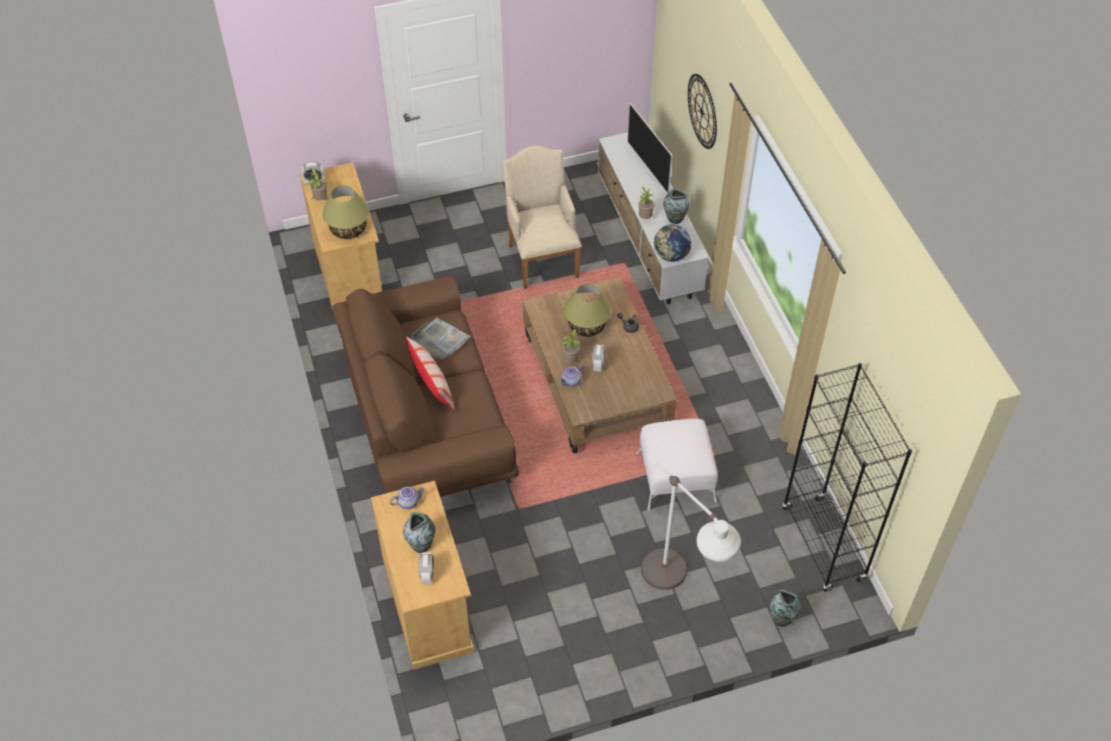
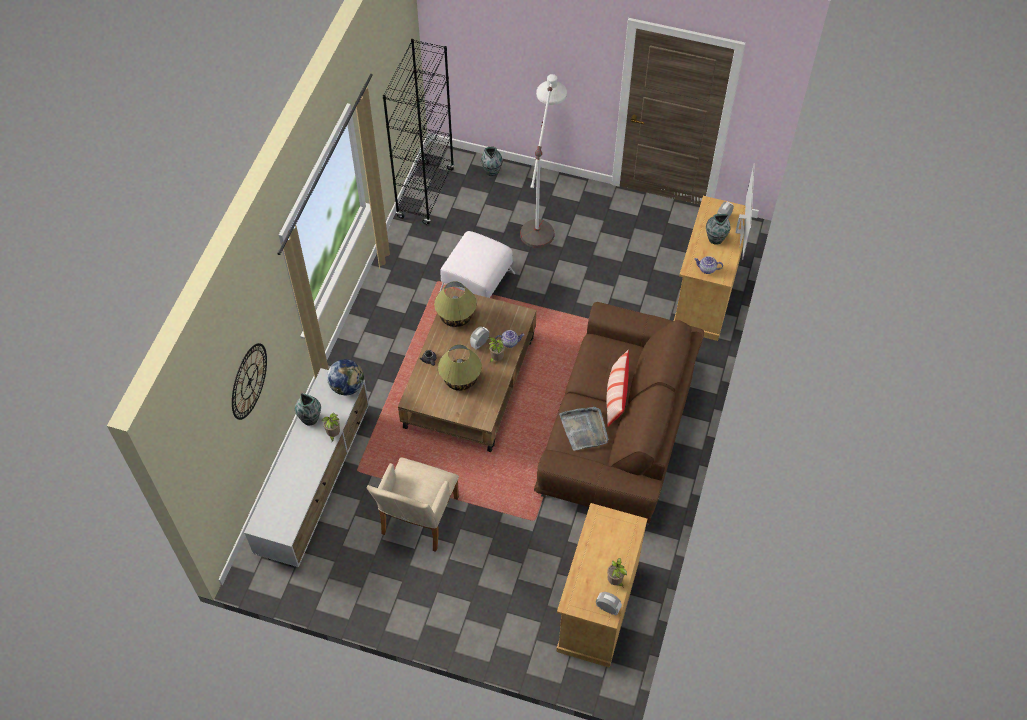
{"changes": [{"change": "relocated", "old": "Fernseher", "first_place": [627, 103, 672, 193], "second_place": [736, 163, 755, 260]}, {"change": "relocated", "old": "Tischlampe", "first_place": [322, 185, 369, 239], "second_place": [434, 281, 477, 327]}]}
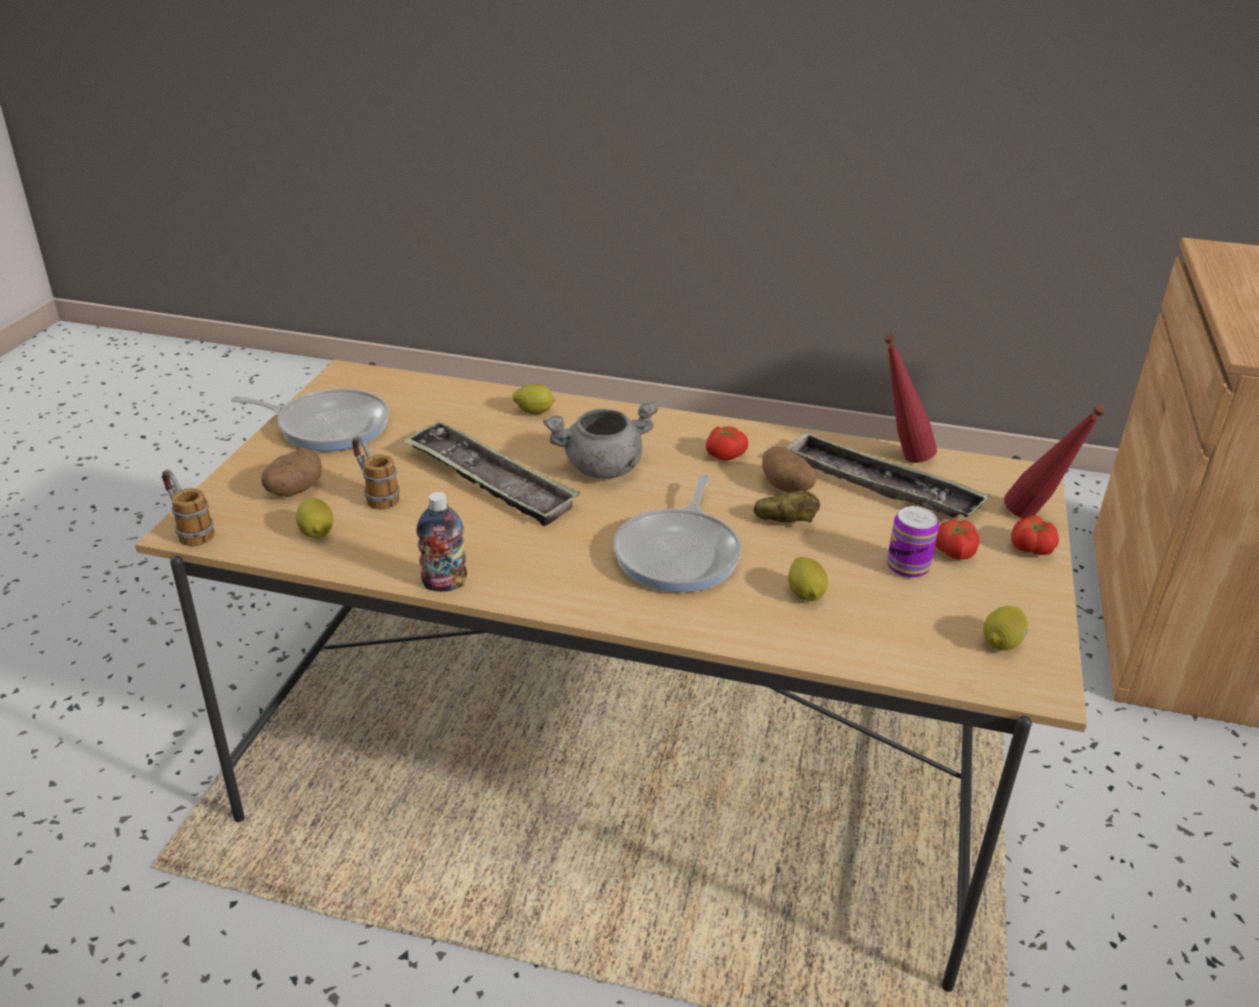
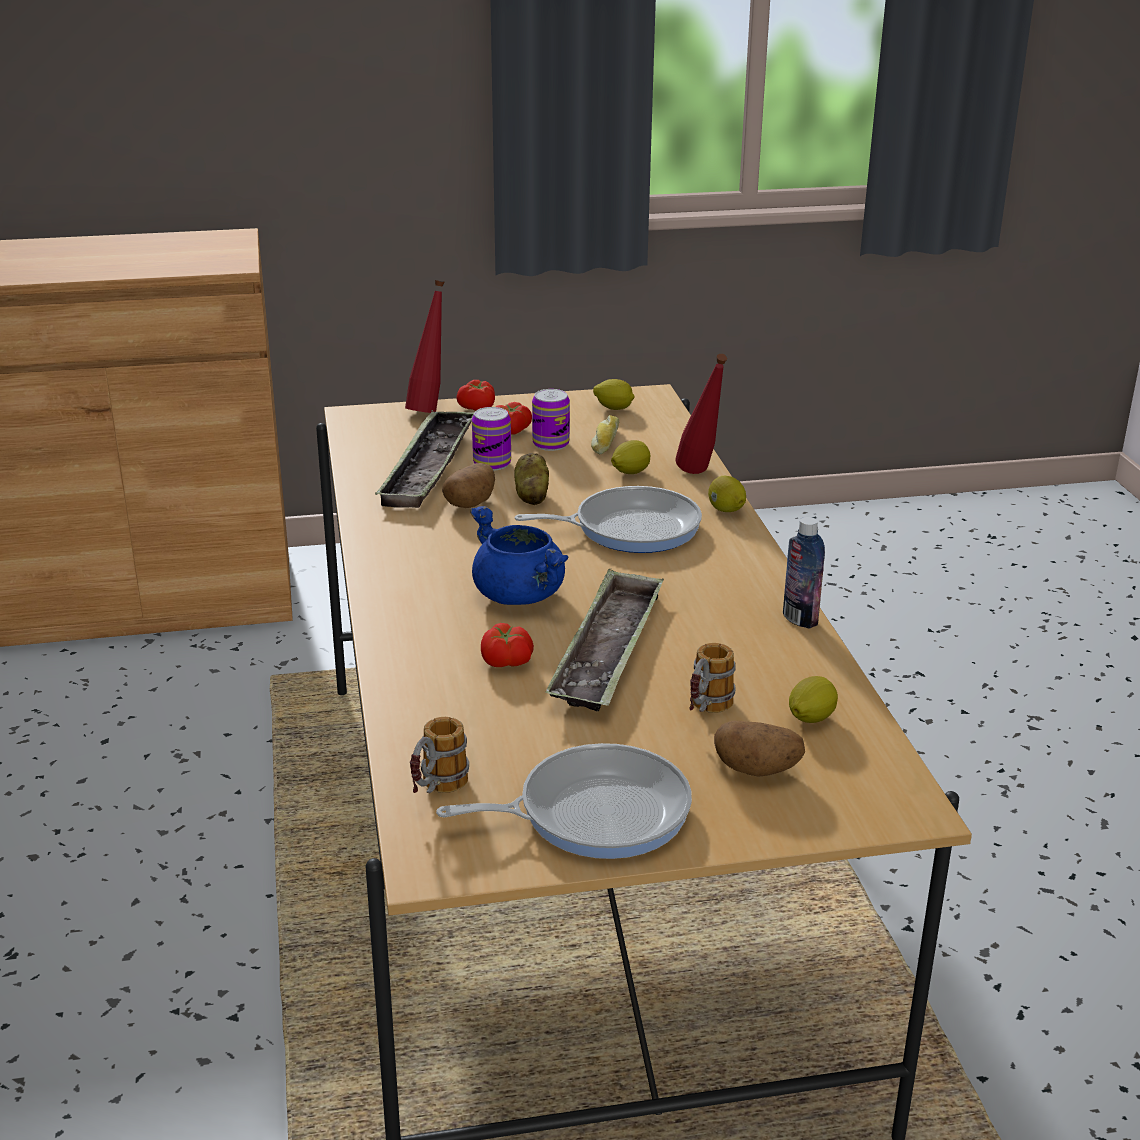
{"changes": [{"change": "relocated", "old": "Flasche (rot)", "first_place": [884, 334, 937, 463], "second_place": [675, 354, 727, 474]}, {"change": "relocated", "old": "Zitrone", "first_place": [513, 383, 555, 414], "second_place": [708, 476, 746, 512]}, {"change": "spun", "old": "Pfanne", "first_place": [230, 389, 389, 451], "second_place": [436, 743, 692, 859], "degrees": 90}, {"change": "colour", "old": "Kochtopf (grau)", "new": "Kochtopf (blau)", "first_place": [543, 402, 658, 479], "second_place": [470, 506, 569, 605]}, {"change": "relocated", "old": "Tomate", "first_place": [706, 426, 748, 460], "second_place": [481, 623, 534, 667]}, {"change": "relocated", "old": "Henkelbecher", "first_place": [162, 469, 214, 546], "second_place": [410, 717, 469, 793]}, {"change": "appeared", "new": "Dose", "second_place": [472, 407, 511, 471]}, {"change": "appeared", "new": "Brot", "second_place": [591, 415, 620, 454]}]}
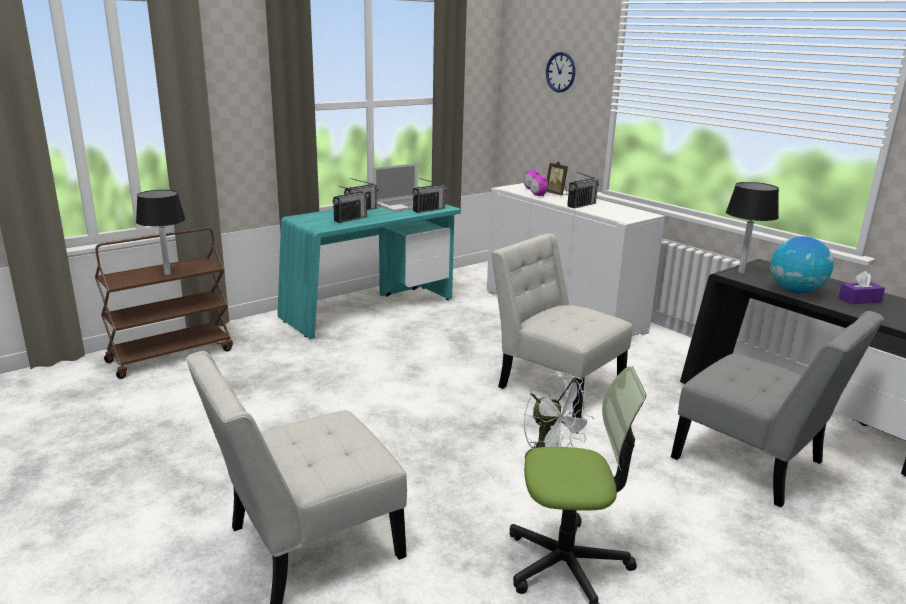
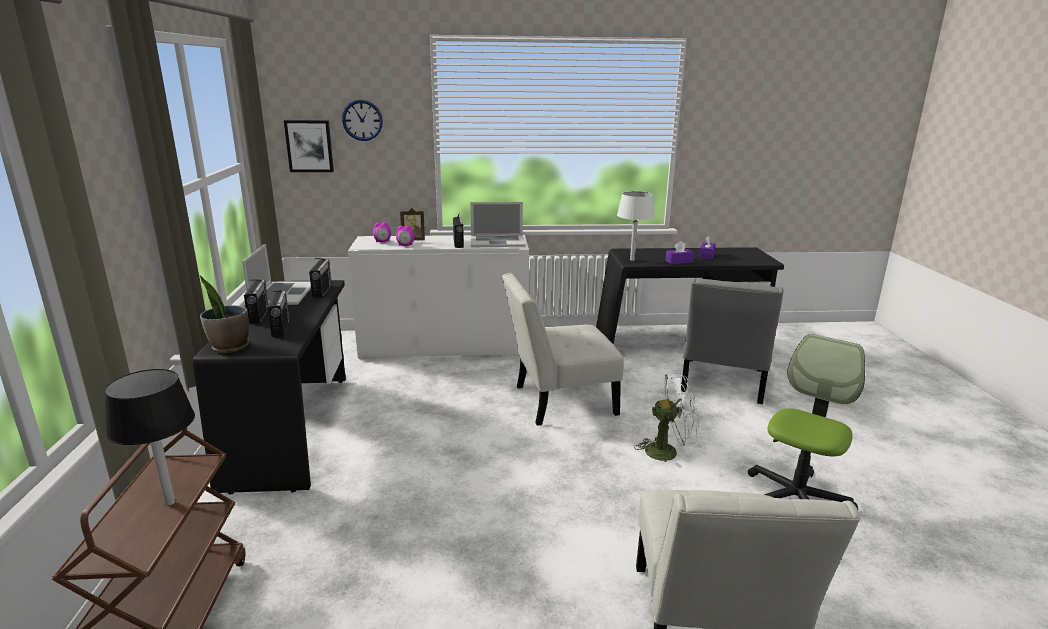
{"changes": [{"change": "colour", "old": "Tischlampe (schwarz)", "new": "Tischlampe (weiß)", "first_place": [726, 182, 779, 273], "second_place": [617, 191, 655, 261]}, {"change": "colour", "old": "Schreibtisch (türkis)", "new": "Schreibtisch (schwarz)", "first_place": [277, 204, 461, 339], "second_place": [193, 280, 346, 495]}, {"change": "exchanged", "old": "Globus", "new": "Taschentuchbox (lila)", "first_place": [770, 236, 834, 293], "second_place": [665, 241, 694, 264]}, {"change": "spun", "old": "Stuhl (grau)", "first_place": [671, 311, 884, 507], "second_place": [681, 278, 784, 404], "degrees": 120}, {"change": "appeared", "new": "Bild", "second_place": [284, 120, 334, 172]}, {"change": "appeared", "new": "Laptop", "second_place": [470, 202, 525, 247]}, {"change": "appeared", "new": "Topfpflanze", "second_place": [200, 275, 249, 353]}]}
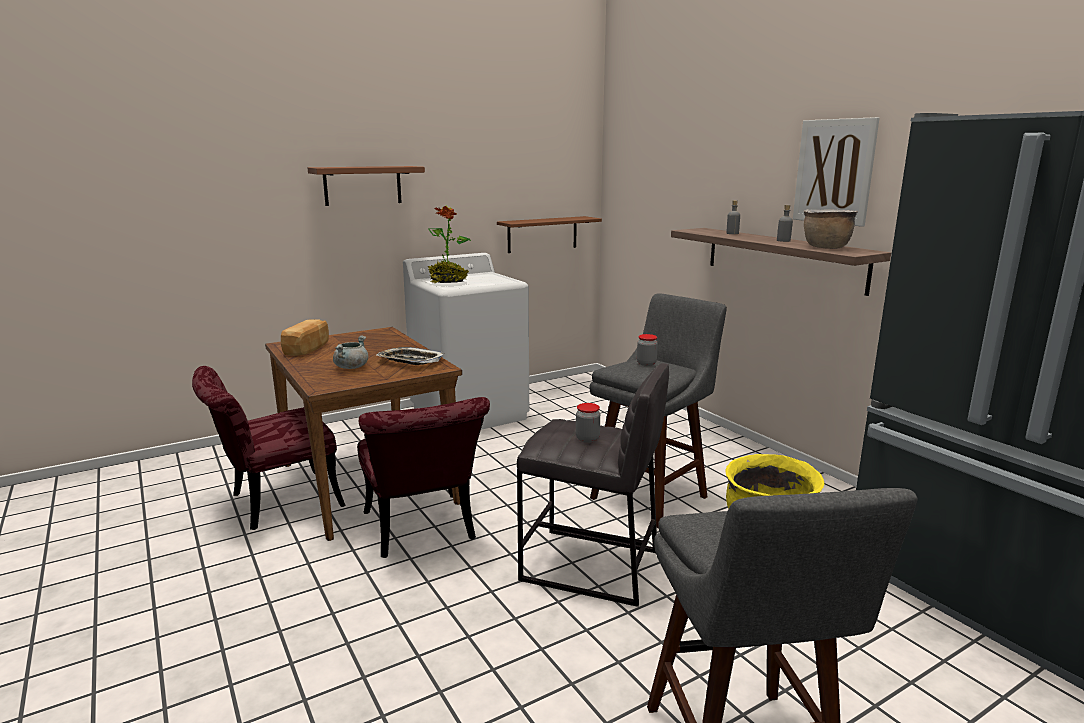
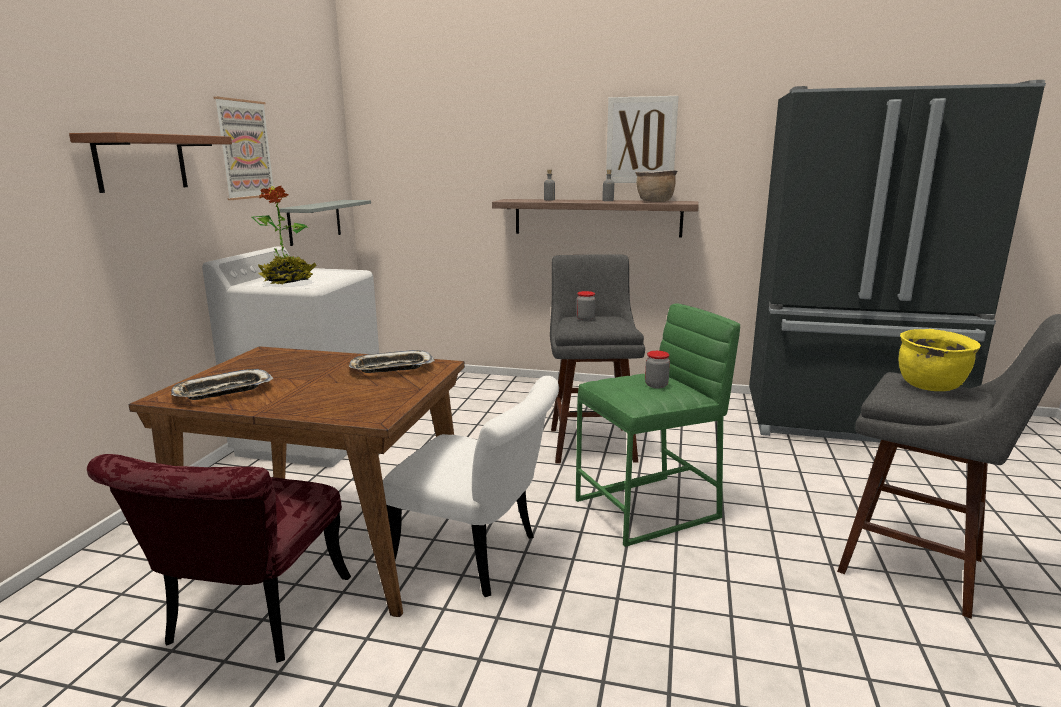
{"changes": [{"change": "colour", "old": "Wandregal (braun)", "new": "Wandregal (grau)", "first_place": [497, 216, 602, 253], "second_place": [279, 200, 371, 246]}, {"change": "exchanged", "old": "Brot", "new": "Tablett", "first_place": [281, 319, 329, 356], "second_place": [171, 369, 274, 400]}, {"change": "missing", "old": "Kochtopf (grau)", "first_place": [333, 335, 368, 369]}, {"change": "colour", "old": "Hocker (grau)", "new": "Hocker (grün)", "first_place": [517, 363, 669, 607], "second_place": [576, 304, 740, 547]}, {"change": "colour", "old": "Stuhl (rot)", "new": "Stuhl (weiß)", "first_place": [357, 397, 490, 558], "second_place": [383, 376, 559, 597]}, {"change": "appeared", "new": "Bild", "second_place": [214, 97, 274, 200]}]}
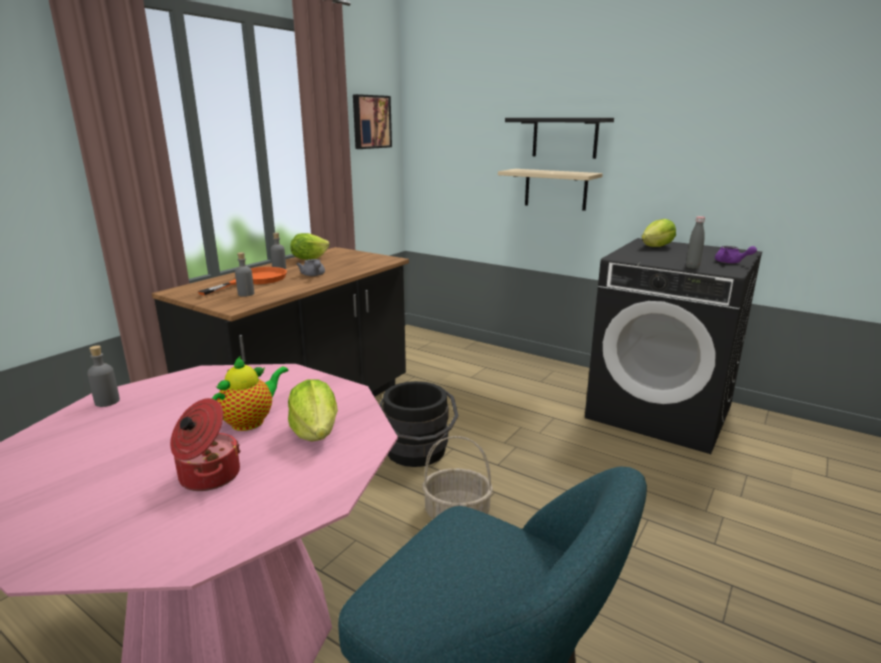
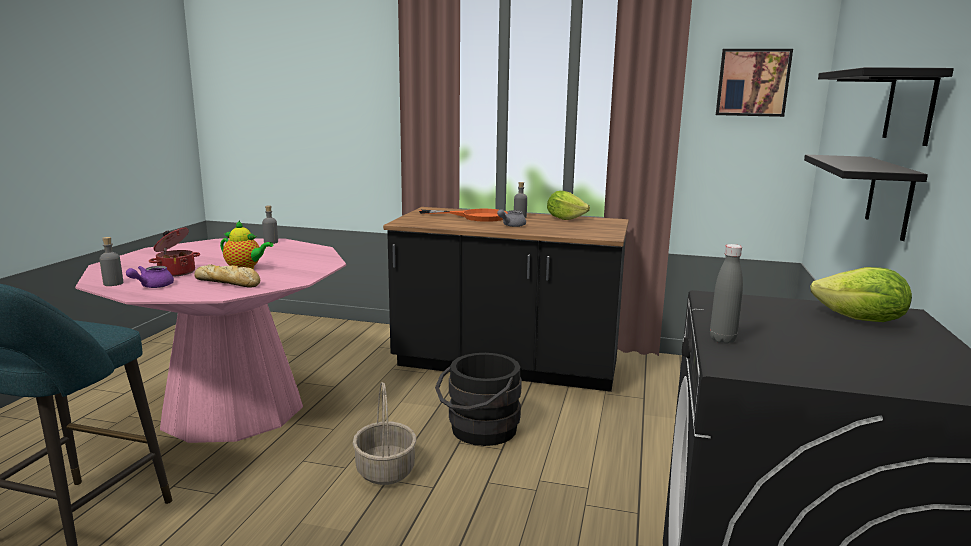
{"changes": [{"change": "colour", "old": "Wandregal (beige)", "new": "Wandregal (schwarz)", "first_place": [498, 169, 603, 211], "second_place": [804, 155, 928, 241]}, {"change": "relocated", "old": "Teekanne (lila)", "first_place": [715, 246, 757, 264], "second_place": [126, 266, 174, 288]}, {"change": "relocated", "old": "Flasche (grau)", "first_place": [235, 252, 254, 297], "second_place": [99, 237, 123, 286]}, {"change": "exchanged", "old": "Salatkopf", "new": "Brot", "first_place": [288, 379, 338, 441], "second_place": [194, 264, 260, 287]}]}
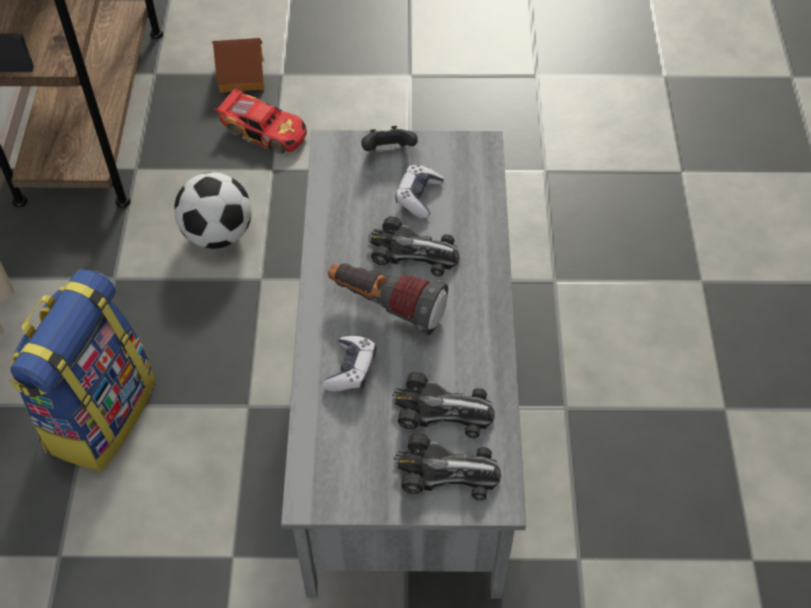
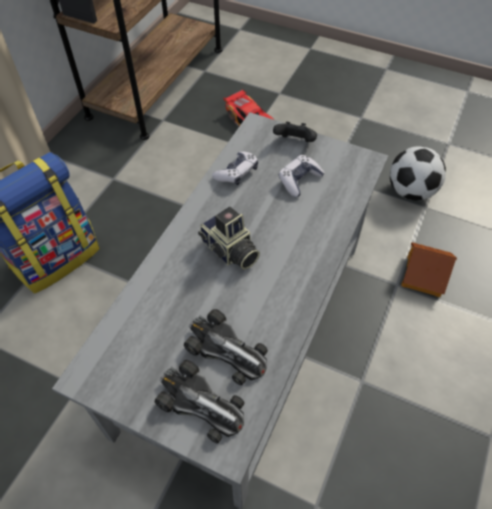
{"changes": [{"change": "relocated", "old": "Spielzeughaus", "first_place": [212, 38, 264, 93], "second_place": [401, 242, 457, 297]}, {"change": "relocated", "old": "Fußball", "first_place": [174, 172, 251, 249], "second_place": [390, 146, 446, 201]}, {"change": "missing", "old": "Spielzeugauto", "first_place": [368, 216, 460, 277]}, {"change": "exchanged", "old": "Taschenlampe", "new": "Kamera", "first_place": [328, 263, 448, 336], "second_place": [198, 206, 260, 270]}, {"change": "relocated", "old": "Gamepad", "first_place": [322, 336, 376, 392], "second_place": [212, 151, 258, 185]}]}
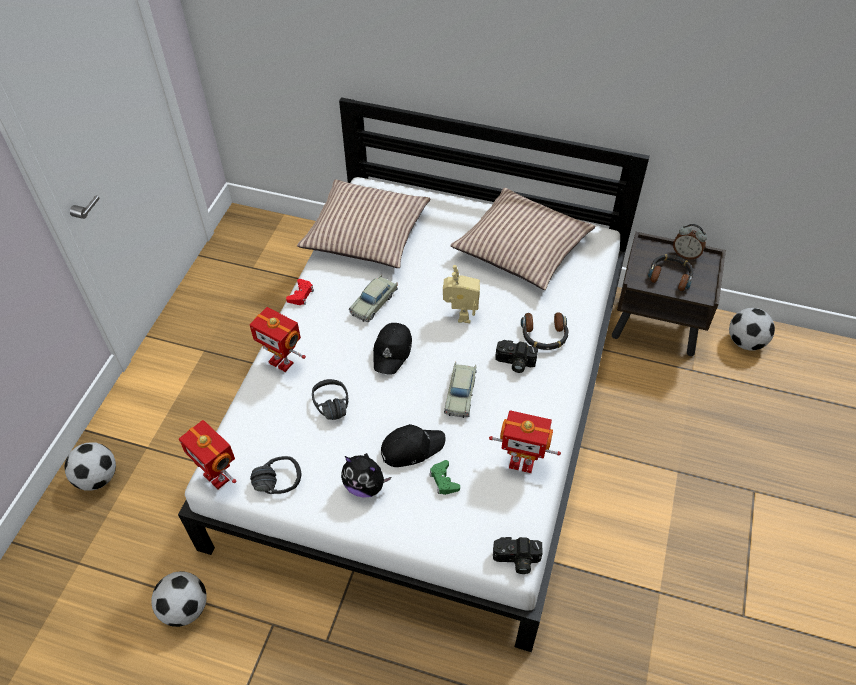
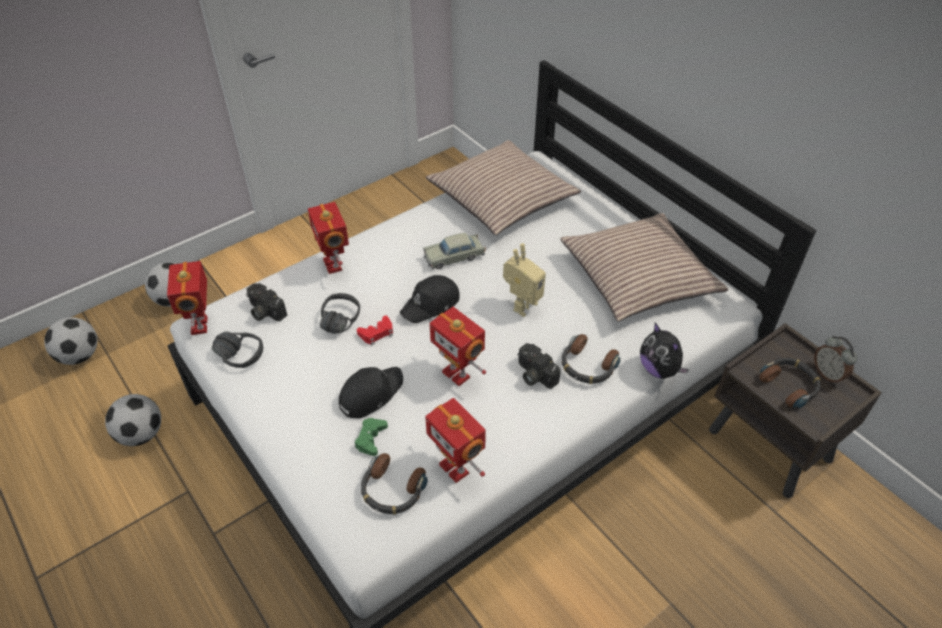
{"changes": [{"change": "relocated", "old": "Gamepad (rot)", "first_place": [286, 279, 314, 305], "second_place": [357, 316, 393, 345]}, {"change": "relocated", "old": "Fußball", "first_place": [729, 308, 775, 350], "second_place": [44, 317, 97, 365]}, {"change": "exchanged", "old": "Spielzeugauto (beige)", "new": "Spielzeugroboter", "first_place": [444, 362, 477, 418], "second_place": [430, 307, 486, 386]}, {"change": "spun", "old": "Kappe (schwarz)", "first_place": [381, 424, 445, 467], "second_place": [339, 367, 403, 418], "degrees": -60}, {"change": "relocated", "old": "Plüschtier", "first_place": [341, 453, 391, 498], "second_place": [640, 323, 689, 379]}, {"change": "relocated", "old": "Kamera", "first_place": [493, 537, 543, 574], "second_place": [246, 283, 287, 321]}, {"change": "appeared", "new": "Kopfhörer", "second_place": [361, 453, 428, 515]}]}
